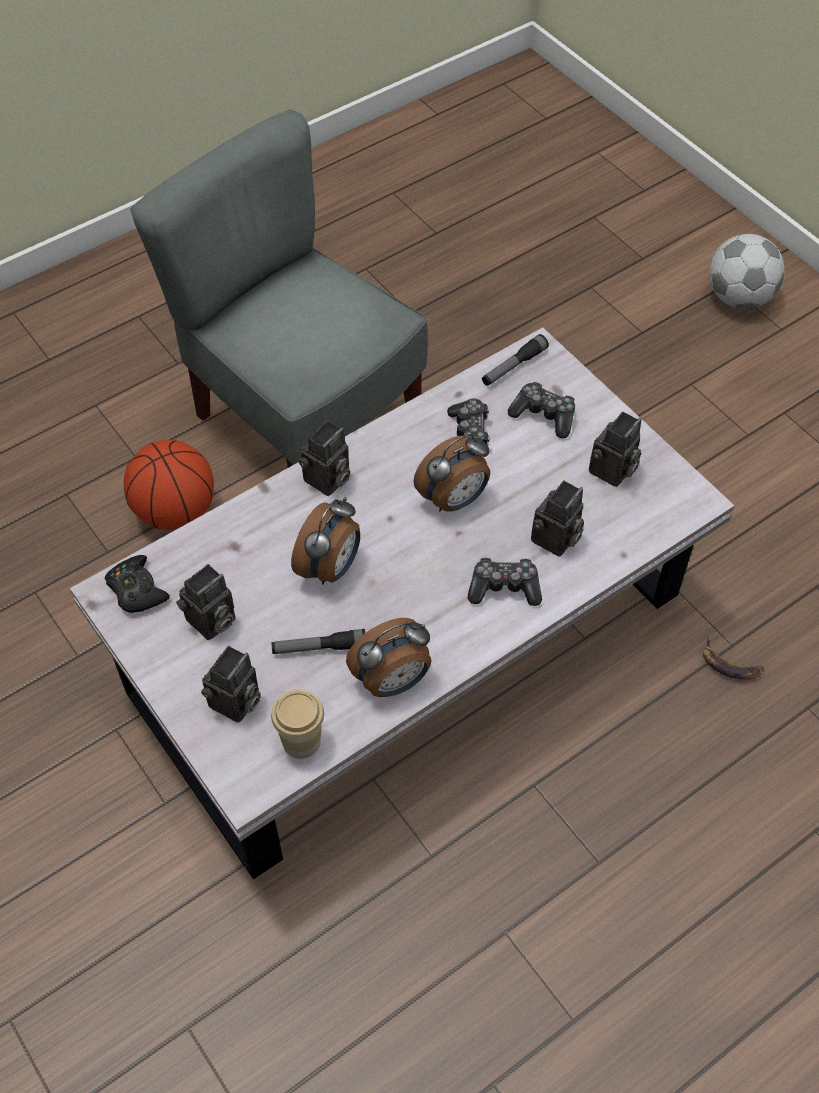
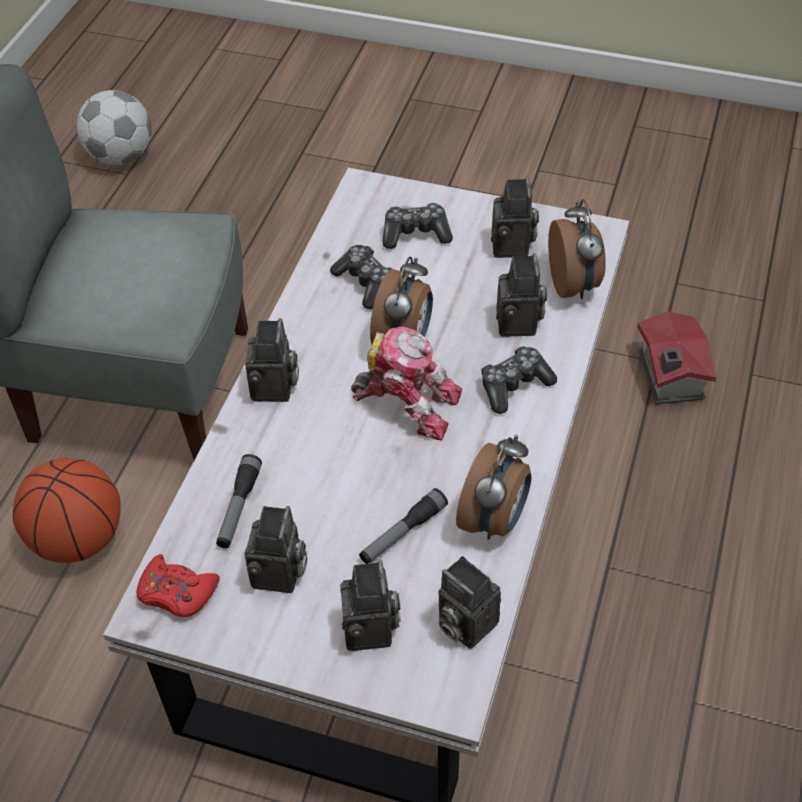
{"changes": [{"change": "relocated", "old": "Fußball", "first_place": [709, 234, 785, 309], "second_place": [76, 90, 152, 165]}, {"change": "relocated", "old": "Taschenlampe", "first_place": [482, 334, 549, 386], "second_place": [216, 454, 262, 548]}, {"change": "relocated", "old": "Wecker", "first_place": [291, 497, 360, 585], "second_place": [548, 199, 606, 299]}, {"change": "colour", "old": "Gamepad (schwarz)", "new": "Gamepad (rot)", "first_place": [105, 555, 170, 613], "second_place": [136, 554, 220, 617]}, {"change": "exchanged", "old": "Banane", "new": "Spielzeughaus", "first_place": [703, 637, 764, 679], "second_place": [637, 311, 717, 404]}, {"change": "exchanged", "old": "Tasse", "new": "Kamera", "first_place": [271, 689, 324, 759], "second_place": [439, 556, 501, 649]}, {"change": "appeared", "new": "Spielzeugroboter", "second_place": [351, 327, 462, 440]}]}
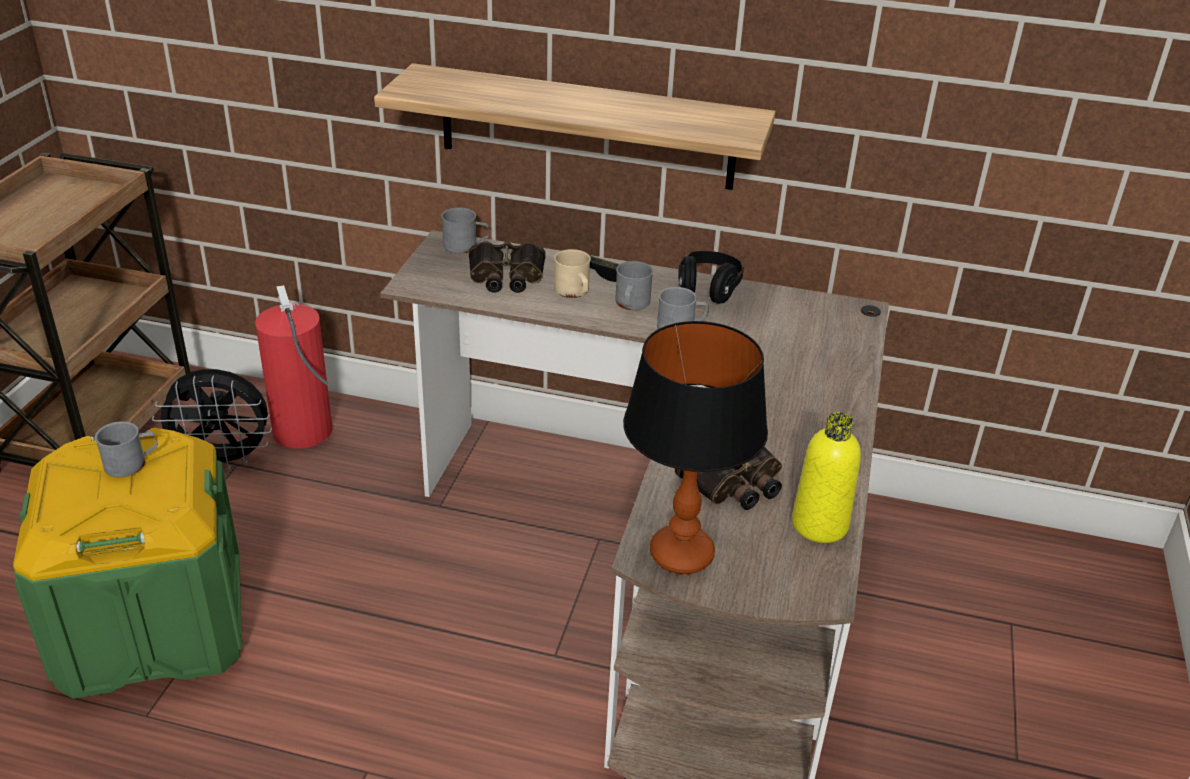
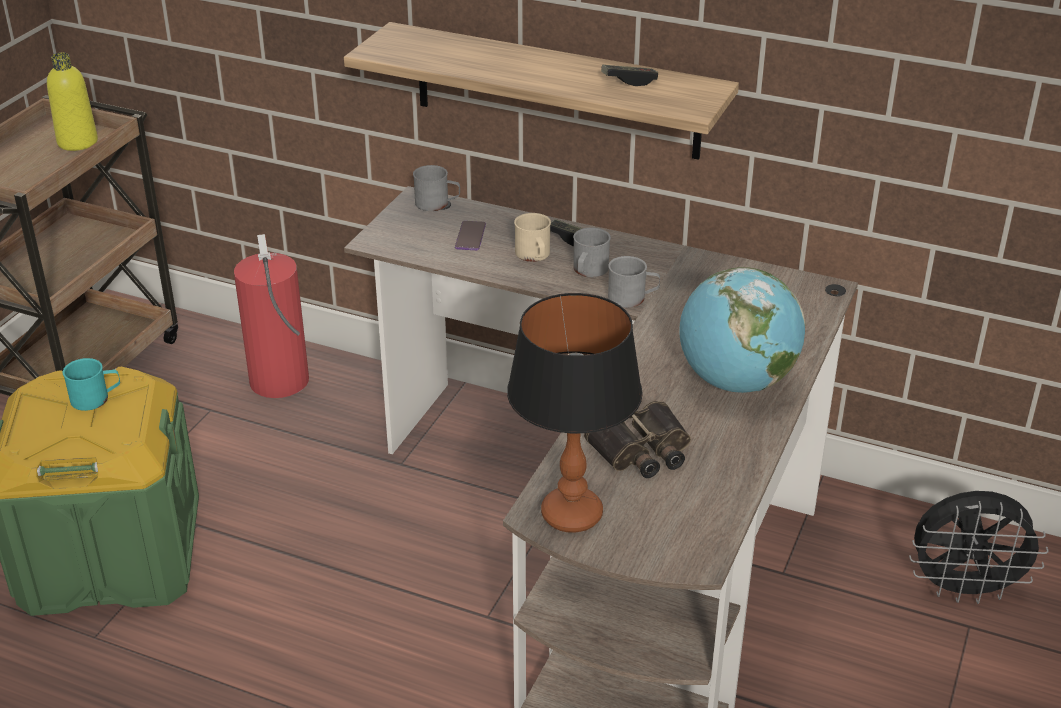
{"changes": [{"change": "exchanged", "old": "Fernglas", "new": "Handy", "first_place": [468, 242, 546, 293], "second_place": [455, 221, 486, 250]}, {"change": "missing", "old": "Kopfhörer (schwarz)", "first_place": [678, 251, 744, 304]}, {"change": "relocated", "old": "Ventilator (schwarz)", "first_place": [152, 369, 272, 470], "second_place": [909, 491, 1049, 604]}, {"change": "relocated", "old": "Flasche (gelb)", "first_place": [792, 412, 861, 543], "second_place": [47, 53, 98, 151]}, {"change": "colour", "old": "Henkelbecher (grau)", "new": "Henkelbecher (türkis)", "first_place": [95, 421, 158, 477], "second_place": [63, 358, 120, 411]}, {"change": "appeared", "new": "Gamepad", "second_place": [601, 65, 658, 86]}, {"change": "appeared", "new": "Globus", "second_place": [679, 267, 805, 393]}]}
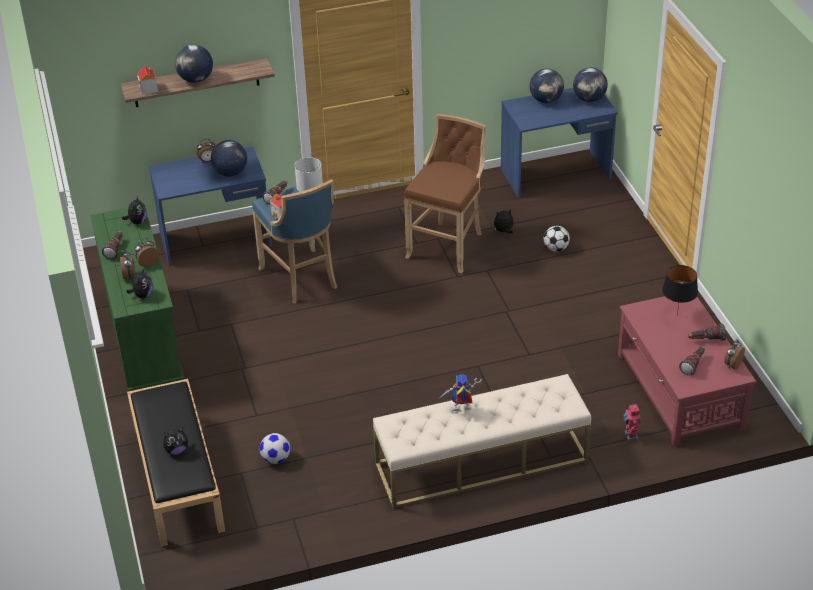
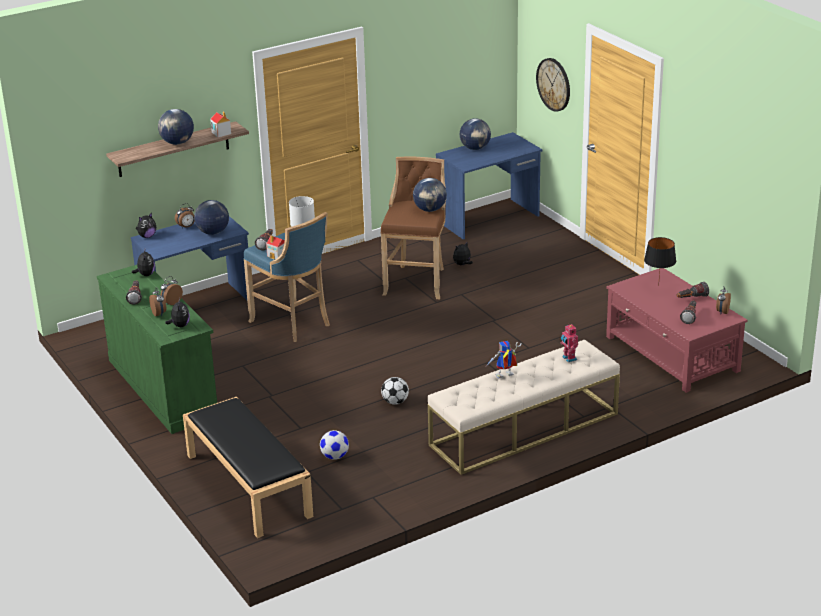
{"changes": [{"change": "relocated", "old": "Spielzeughaus", "first_place": [137, 66, 158, 95], "second_place": [210, 111, 231, 137]}, {"change": "relocated", "old": "Globus", "first_place": [573, 68, 608, 102], "second_place": [413, 178, 447, 212]}, {"change": "relocated", "old": "Fußball", "first_place": [544, 226, 570, 252], "second_place": [381, 377, 409, 405]}, {"change": "relocated", "old": "Spielzeugroboter", "first_place": [623, 404, 640, 441], "second_place": [561, 324, 578, 362]}, {"change": "relocated", "old": "Plüschtier", "first_place": [163, 427, 188, 455], "second_place": [136, 213, 156, 238]}, {"change": "appeared", "new": "Wanduhr", "second_place": [536, 58, 570, 112]}]}
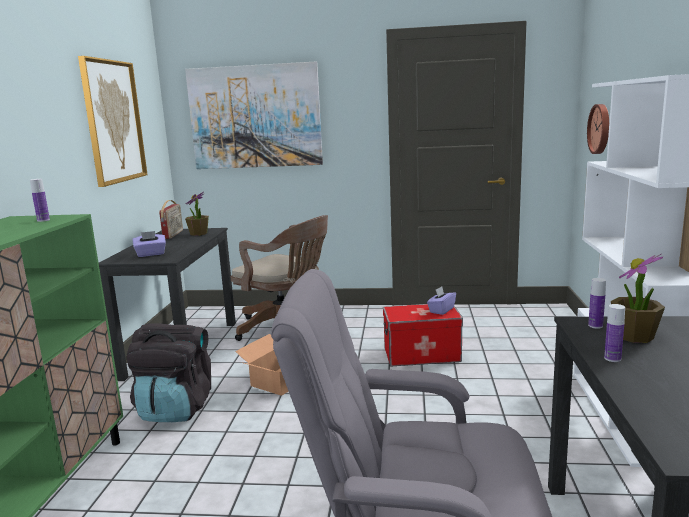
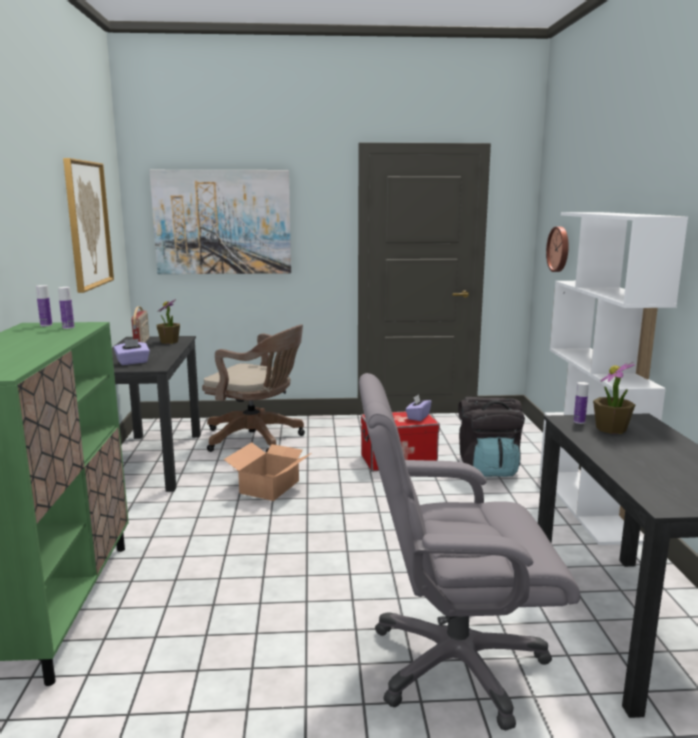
{"changes": [{"change": "relocated", "old": "Flasche", "first_place": [604, 304, 625, 362], "second_place": [36, 285, 52, 327]}, {"change": "relocated", "old": "Rucksack (schwarz)", "first_place": [127, 324, 211, 422], "second_place": [458, 397, 525, 477]}]}
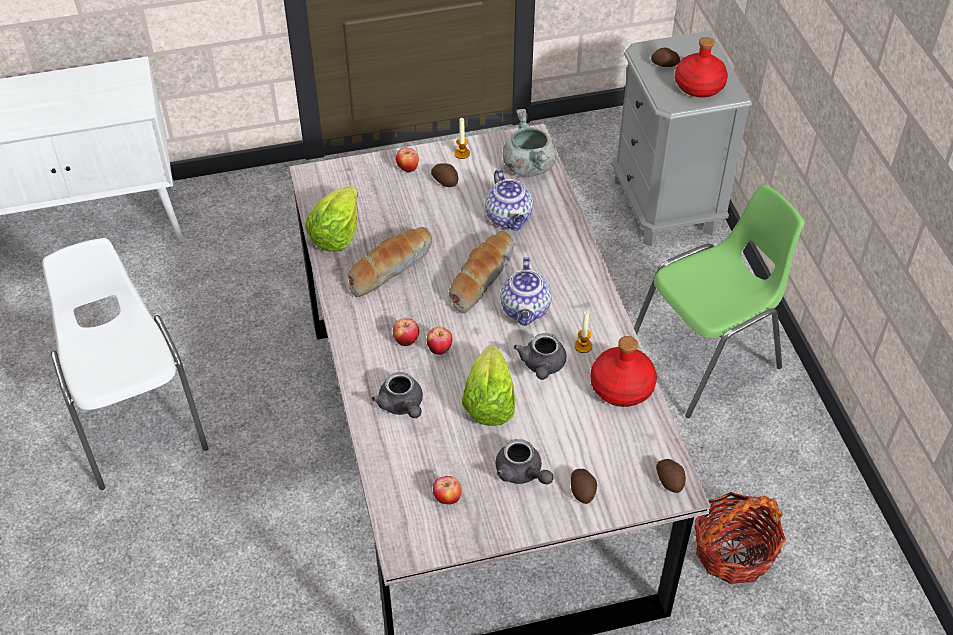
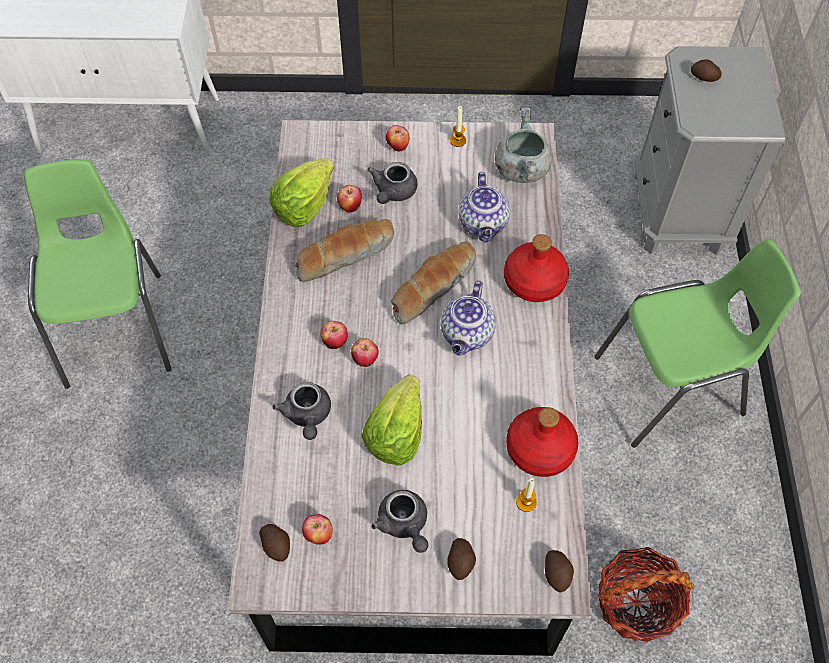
{"changes": [{"change": "relocated", "old": "Flasche (rot)", "first_place": [675, 37, 728, 98], "second_place": [504, 234, 569, 302]}, {"change": "relocated", "old": "Kartoffel", "first_place": [431, 163, 458, 187], "second_place": [259, 524, 290, 562]}, {"change": "colour", "old": "Stuhl (weiß)", "new": "Stuhl (grün)", "first_place": [42, 238, 208, 490], "second_place": [24, 160, 172, 389]}, {"change": "relocated", "old": "Kerze", "first_place": [574, 311, 592, 353], "second_place": [516, 478, 537, 512]}, {"change": "relocated", "old": "Teekanne (grau)", "first_place": [513, 333, 566, 380], "second_place": [367, 162, 418, 204]}, {"change": "appeared", "new": "Apfel", "second_place": [337, 185, 362, 213]}]}
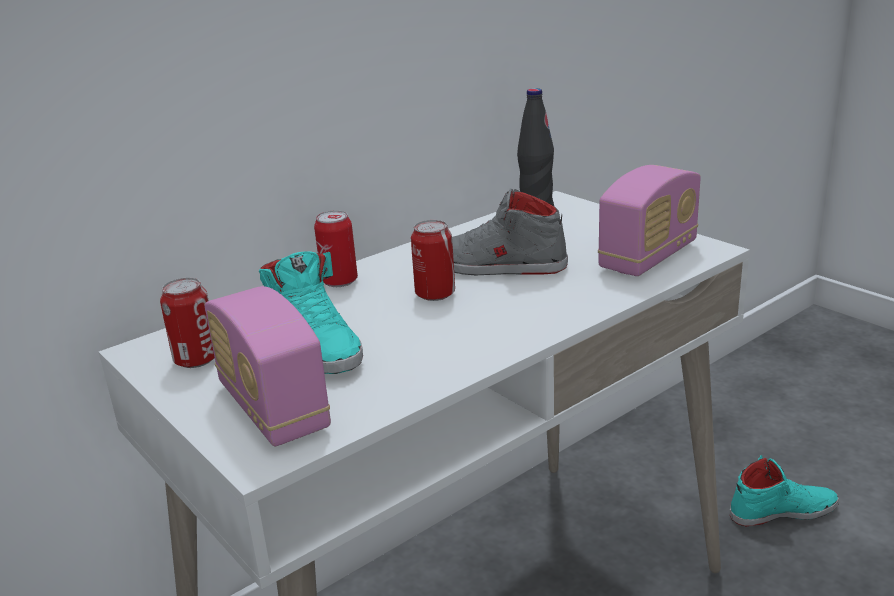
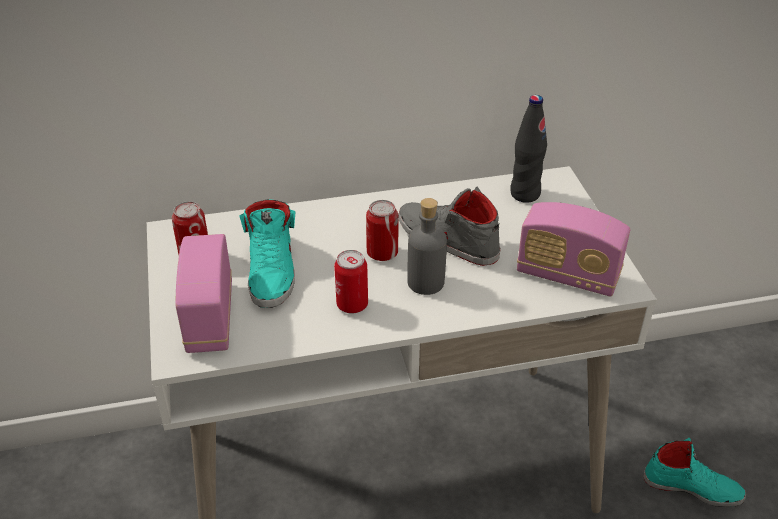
{"changes": [{"change": "spun", "old": "Radio", "first_place": [598, 165, 701, 276], "second_place": [517, 202, 630, 297], "degrees": 45}, {"change": "relocated", "old": "Dose", "first_place": [314, 210, 358, 287], "second_place": [334, 250, 368, 313]}, {"change": "appeared", "new": "Flasche (grau)", "second_place": [407, 198, 447, 295]}]}
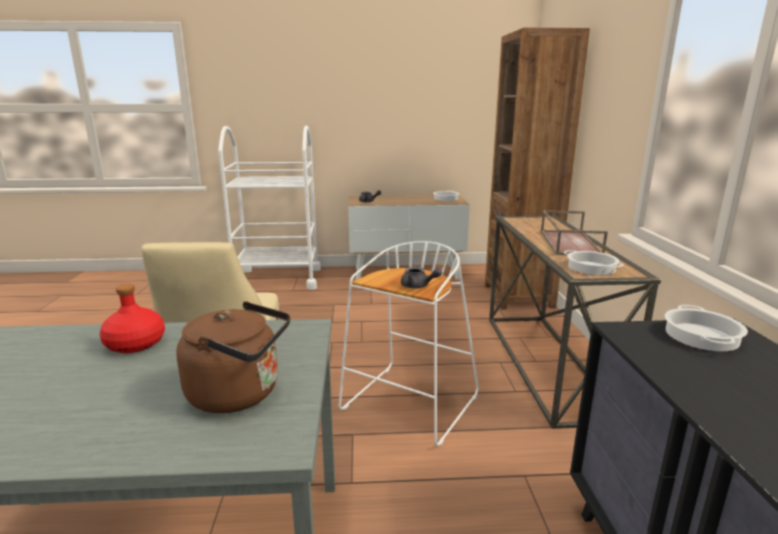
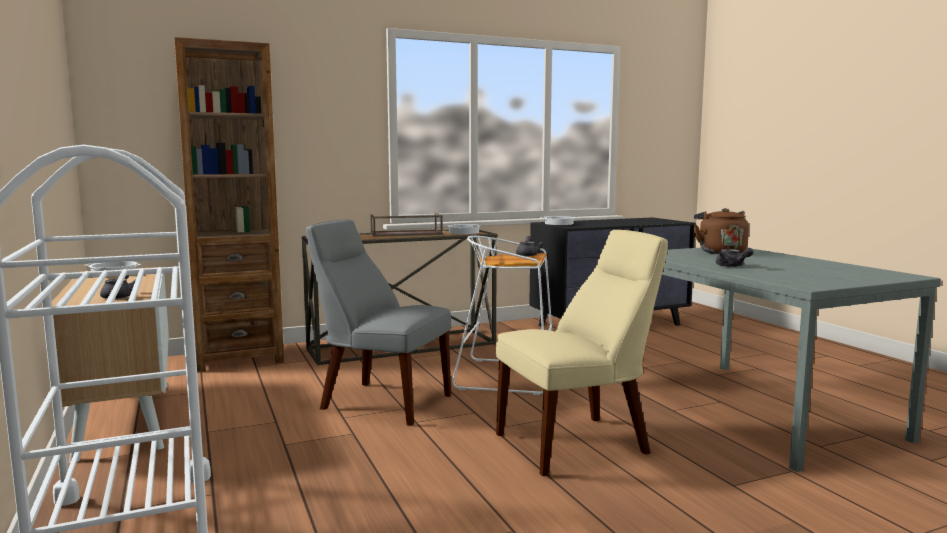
{"changes": [{"change": "exchanged", "old": "Flasche (rot)", "new": "Teekanne (grau)", "first_place": [100, 284, 165, 353], "second_place": [716, 248, 754, 267]}, {"change": "appeared", "new": "Stuhl (grau)", "second_place": [306, 220, 451, 426]}]}
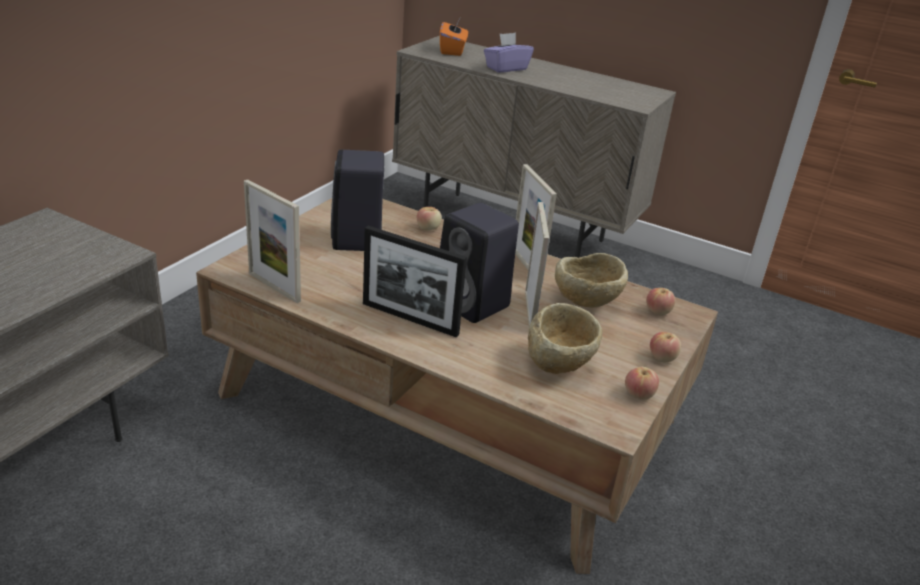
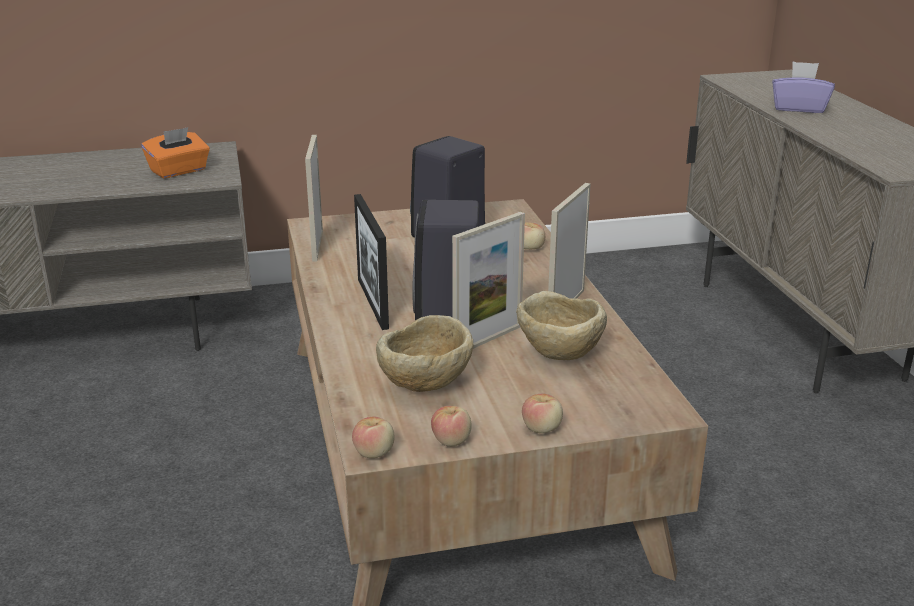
{"changes": [{"change": "relocated", "old": "Taschentuchbox (orange)", "first_place": [440, 17, 468, 56], "second_place": [141, 127, 210, 178]}, {"change": "relocated", "old": "Apfel", "first_place": [646, 288, 675, 316], "second_place": [352, 417, 395, 458]}]}
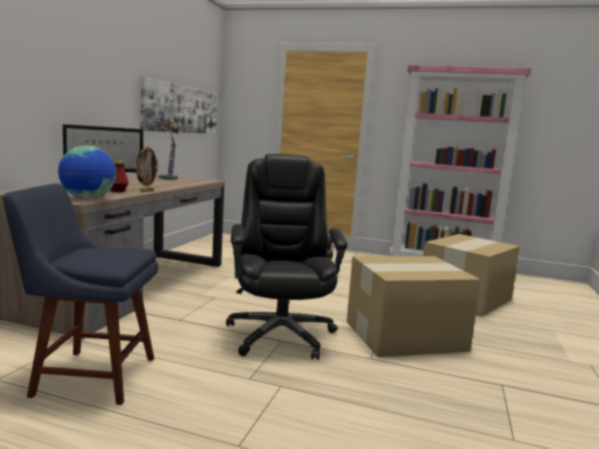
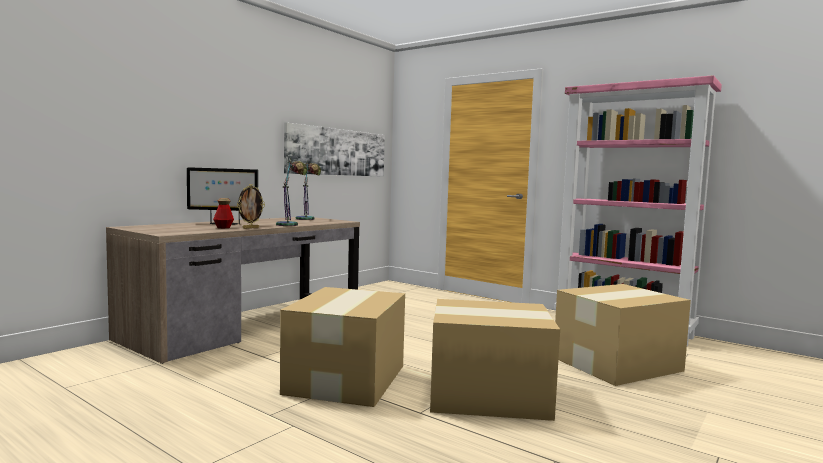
{"changes": [{"change": "missing", "old": "Globus", "first_place": [58, 146, 116, 199]}, {"change": "exchanged", "old": "Bürostuhl (schwarz)", "new": "Karton", "first_place": [226, 154, 348, 360], "second_place": [280, 287, 405, 407]}, {"change": "missing", "old": "Stuhl (blau)", "first_place": [3, 184, 158, 405]}, {"change": "appeared", "new": "Tischlampe", "second_place": [276, 158, 307, 226]}]}
